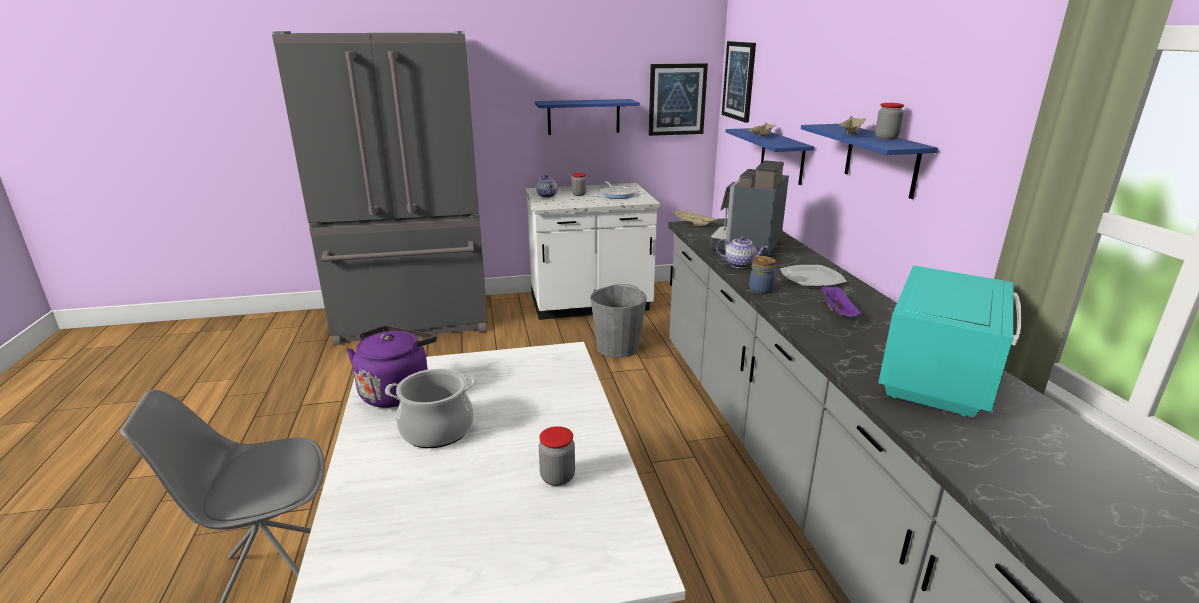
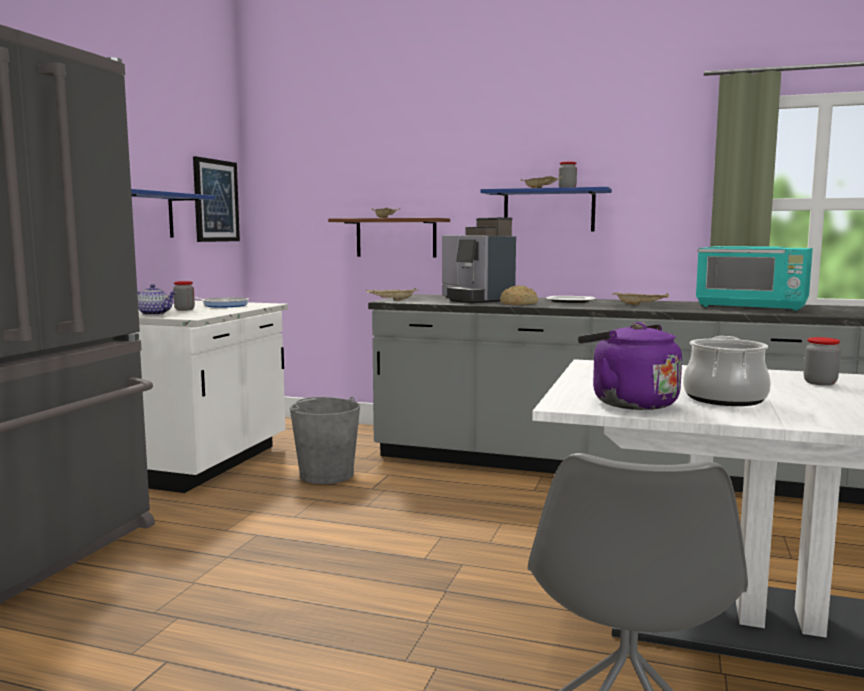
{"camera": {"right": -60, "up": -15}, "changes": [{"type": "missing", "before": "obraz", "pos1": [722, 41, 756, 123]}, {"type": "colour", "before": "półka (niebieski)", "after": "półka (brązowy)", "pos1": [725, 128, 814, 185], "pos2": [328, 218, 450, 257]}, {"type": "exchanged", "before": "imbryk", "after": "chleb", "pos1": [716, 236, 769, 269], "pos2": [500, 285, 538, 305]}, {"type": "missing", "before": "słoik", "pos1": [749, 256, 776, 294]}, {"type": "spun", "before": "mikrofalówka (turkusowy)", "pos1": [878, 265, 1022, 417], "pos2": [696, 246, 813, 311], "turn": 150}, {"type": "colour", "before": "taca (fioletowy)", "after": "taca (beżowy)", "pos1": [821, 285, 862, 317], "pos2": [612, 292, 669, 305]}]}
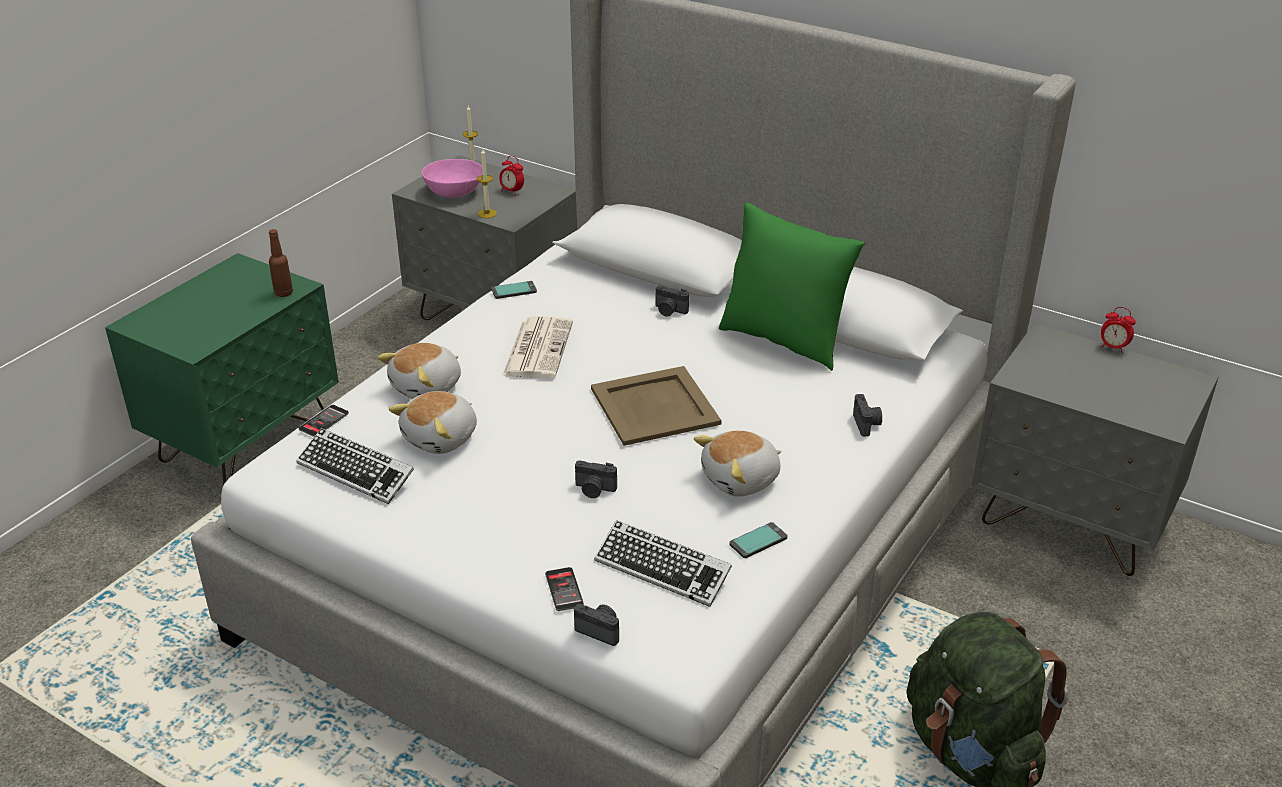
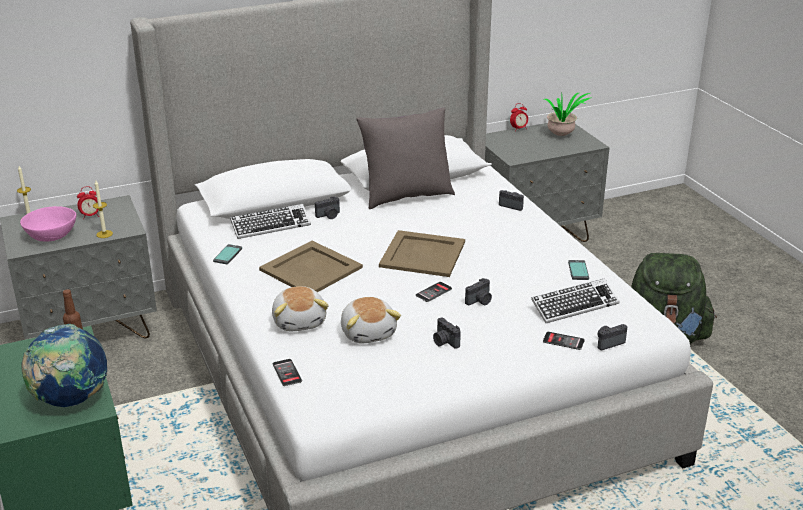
{"camera": {"right": -55, "up": -5}, "changes": [{"type": "colour", "before": "poduszka (zielony)", "after": "poduszka (szary)", "pos1": [719, 202, 865, 371], "pos2": [356, 108, 455, 209]}, {"type": "exchanged", "before": "gazeta", "after": "taca (beżowy)", "pos1": [502, 317, 573, 379], "pos2": [259, 241, 363, 292]}, {"type": "relocated", "before": "klawiatura", "pos1": [296, 428, 414, 504], "pos2": [230, 204, 311, 239]}, {"type": "missing", "before": "pluszak", "pos1": [694, 430, 782, 496]}, {"type": "appeared", "after": "roślina doniczkowa", "pos2": [544, 93, 592, 136]}, {"type": "appeared", "after": "telefon", "pos2": [416, 282, 452, 302]}, {"type": "appeared", "after": "aparat fotograficzny", "pos2": [433, 317, 461, 349]}, {"type": "appeared", "after": "globus", "pos2": [21, 324, 107, 407]}]}
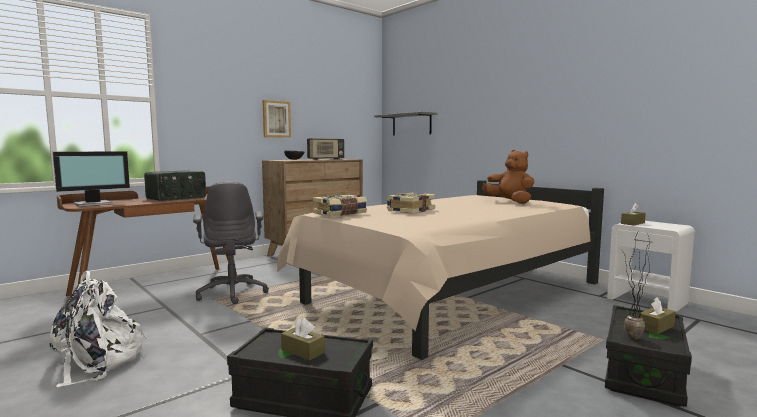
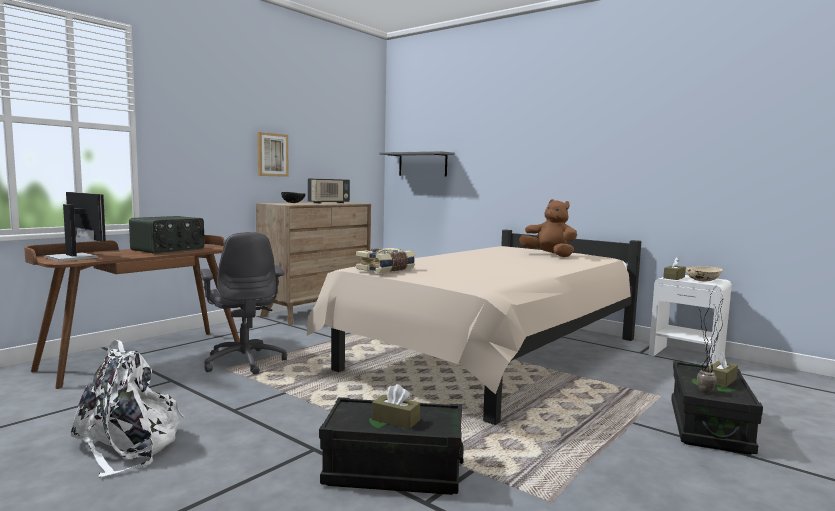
{"camera": {"right": -10, "up": 0}, "changes": [{"type": "spun", "before": "monitor", "pos1": [53, 151, 130, 207], "pos2": [44, 192, 106, 262], "turn": -90}, {"type": "missing", "before": "książka", "pos1": [387, 193, 435, 213]}, {"type": "appeared", "after": "miska (beżowy)", "pos2": [686, 266, 723, 281]}]}
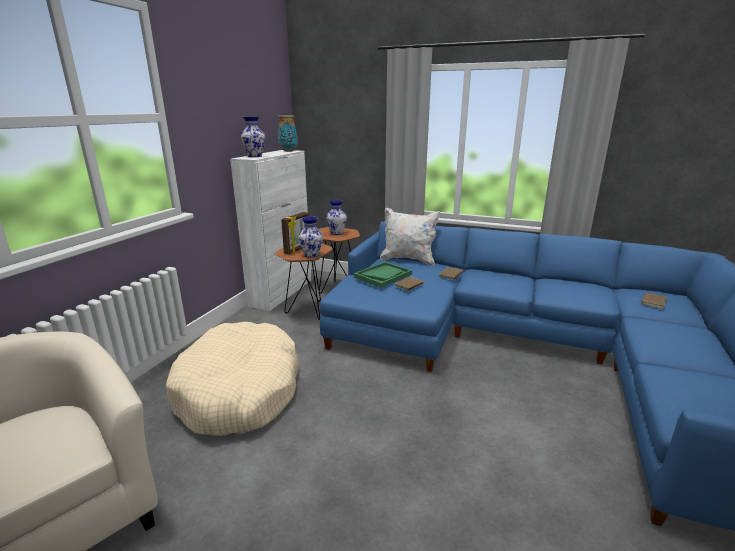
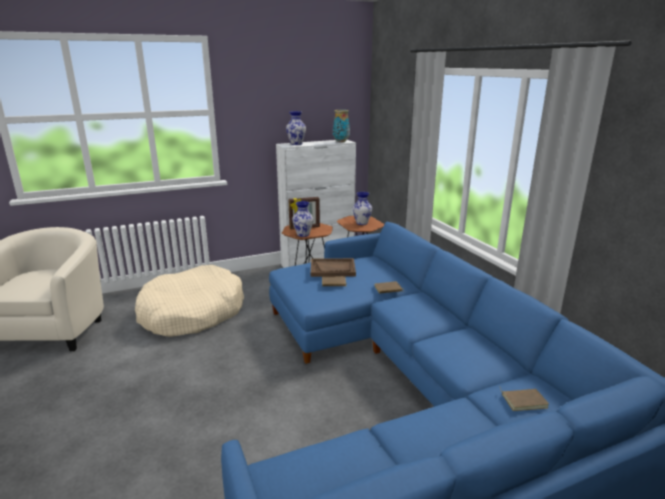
{"camera": {"right": 45, "up": 0}, "changes": [{"type": "missing", "before": "poduszka (biały)", "pos1": [380, 208, 440, 266]}, {"type": "colour", "before": "taca (zielony)", "after": "taca (brązowy)", "pos1": [354, 262, 412, 288], "pos2": [311, 258, 356, 277]}]}
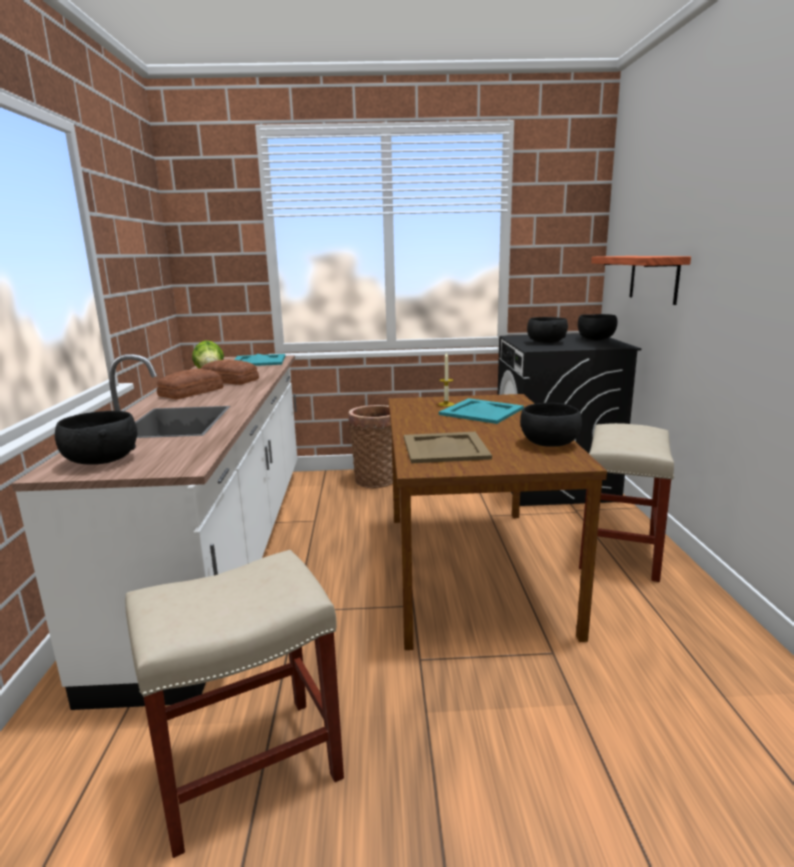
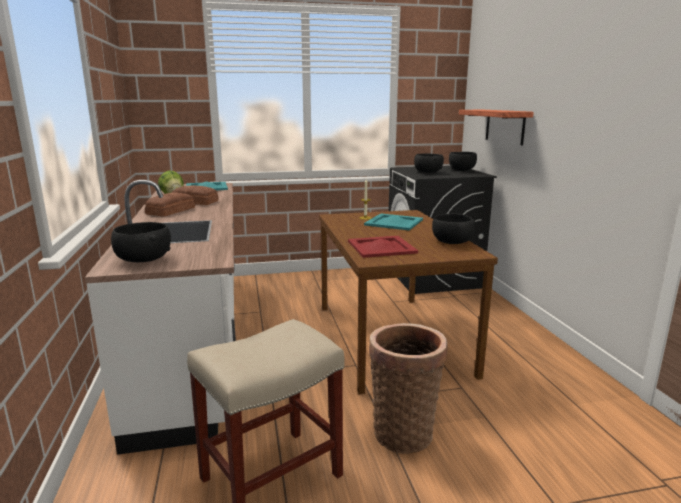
{"camera": {"right": -10, "up": 0}, "changes": [{"type": "relocated", "before": "koszyk", "pos1": [348, 405, 393, 488], "pos2": [369, 323, 448, 454]}, {"type": "missing", "before": "stołek (beżowy)", "pos1": [579, 423, 674, 582]}, {"type": "colour", "before": "taca (beżowy)", "after": "taca (czerwony)", "pos1": [404, 432, 492, 463], "pos2": [348, 236, 418, 258]}]}
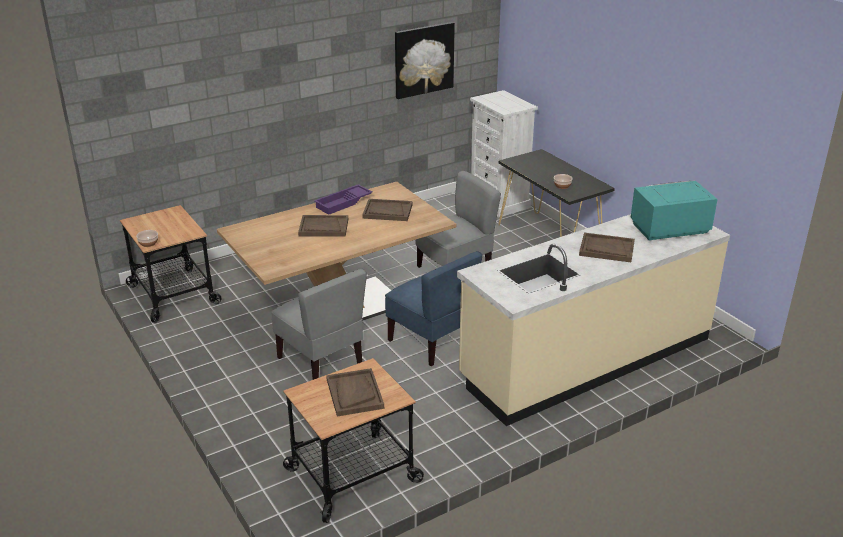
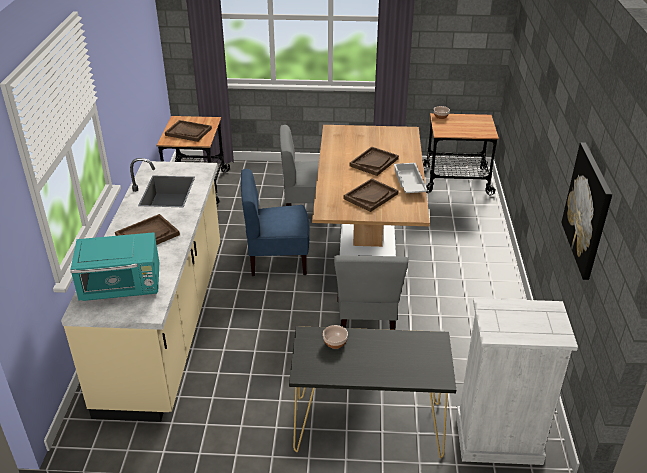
{"camera": {"right": 125, "up": 5}, "changes": [{"type": "spun", "before": "mikrofalówka (turkusowy)", "pos1": [631, 181, 718, 241], "pos2": [70, 232, 159, 301], "turn": 60}, {"type": "colour", "before": "taca (fioletowy)", "after": "taca (biały)", "pos1": [314, 184, 373, 215], "pos2": [394, 163, 428, 193]}]}
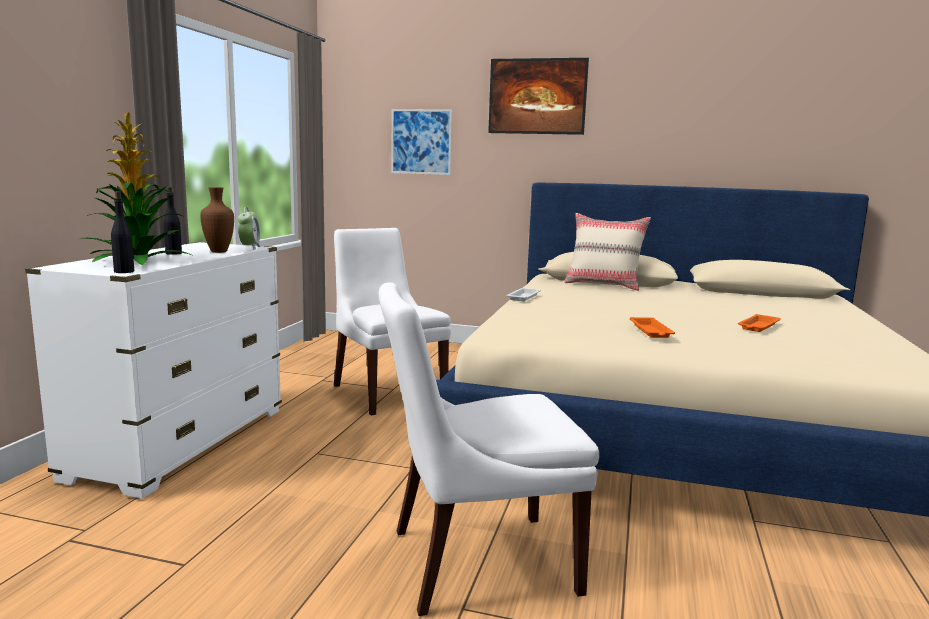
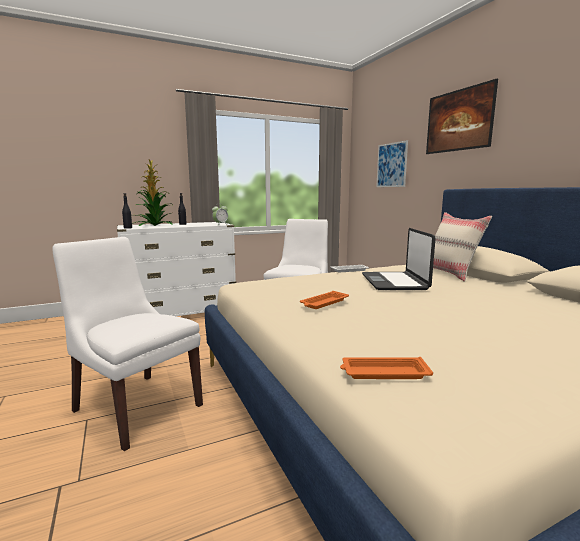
{"camera": {"right": 50, "up": 0}, "changes": [{"type": "missing", "before": "wazon (brązowy)", "pos1": [200, 187, 234, 253]}, {"type": "relocated", "before": "taca (pomarańczowy)", "pos1": [738, 314, 781, 332], "pos2": [340, 357, 433, 379]}, {"type": "appeared", "after": "laptop", "pos2": [362, 228, 436, 290]}]}
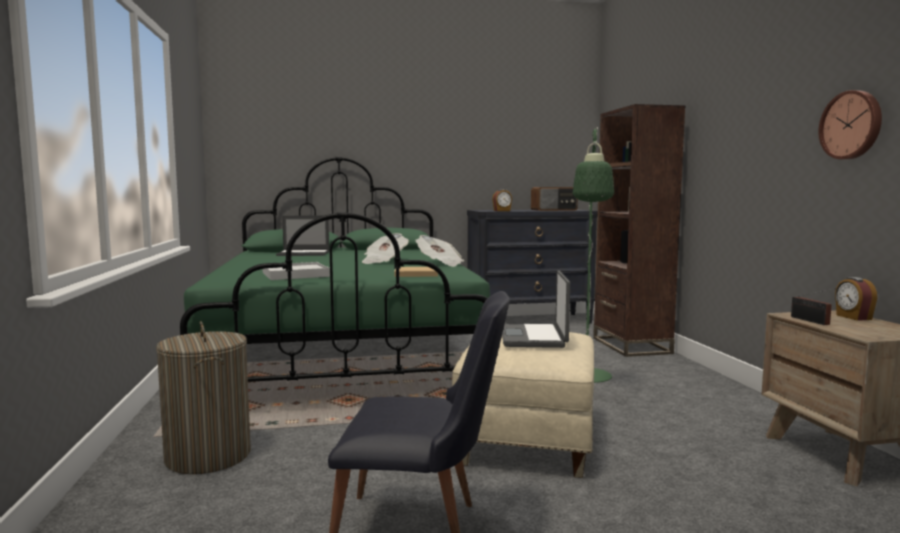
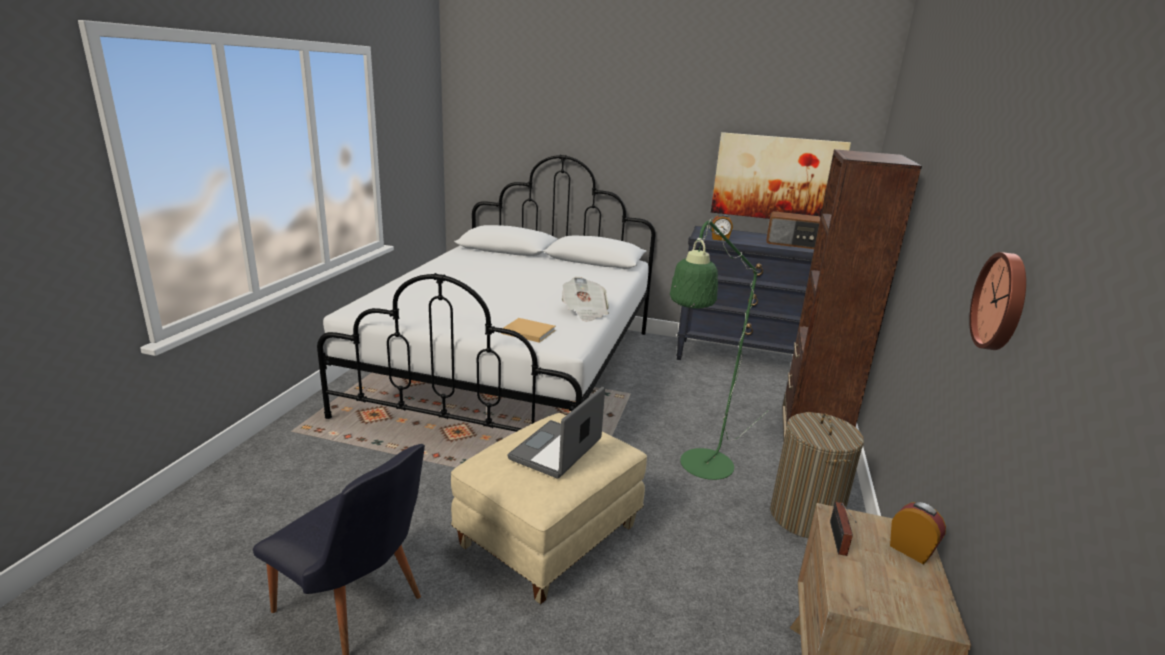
{"camera": {"right": 25, "up": 15}, "changes": [{"type": "colour", "before": "łóżko (zielony)", "after": "łóżko (biały)", "pos1": [180, 157, 490, 382], "pos2": [317, 155, 656, 432]}, {"type": "missing", "before": "laptop", "pos1": [276, 216, 329, 256]}, {"type": "missing", "before": "gazeta", "pos1": [362, 233, 409, 264]}, {"type": "missing", "before": "taca (biały)", "pos1": [263, 262, 330, 280]}, {"type": "spun", "before": "budzik", "pos1": [835, 277, 877, 321], "pos2": [890, 502, 946, 565], "turn": 120}, {"type": "relocated", "before": "kosz na pranie", "pos1": [156, 321, 251, 474], "pos2": [770, 412, 864, 538]}, {"type": "appeared", "after": "obraz", "pos2": [711, 132, 851, 219]}]}
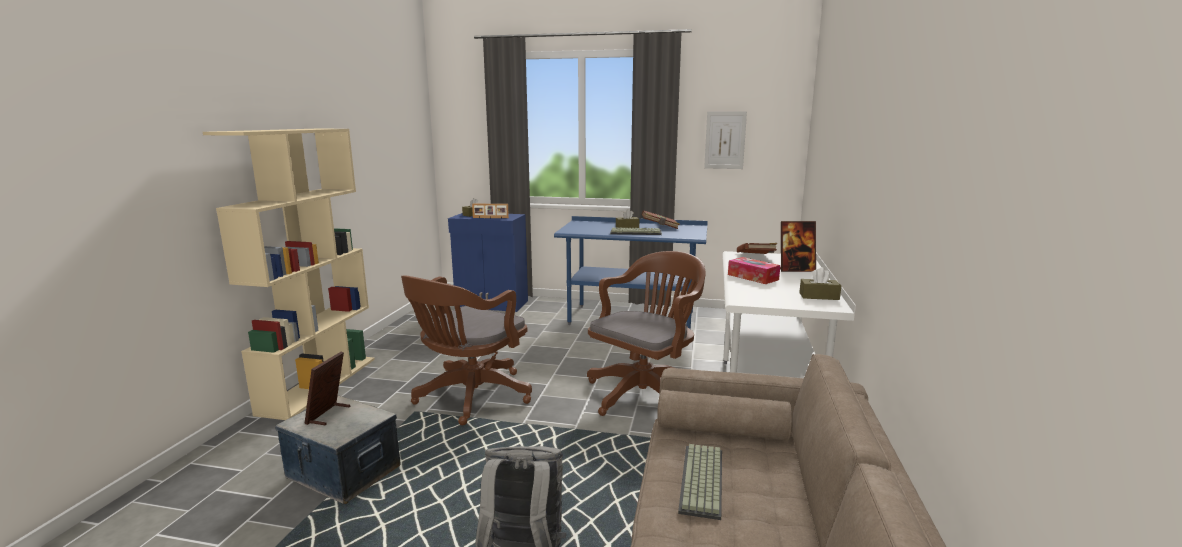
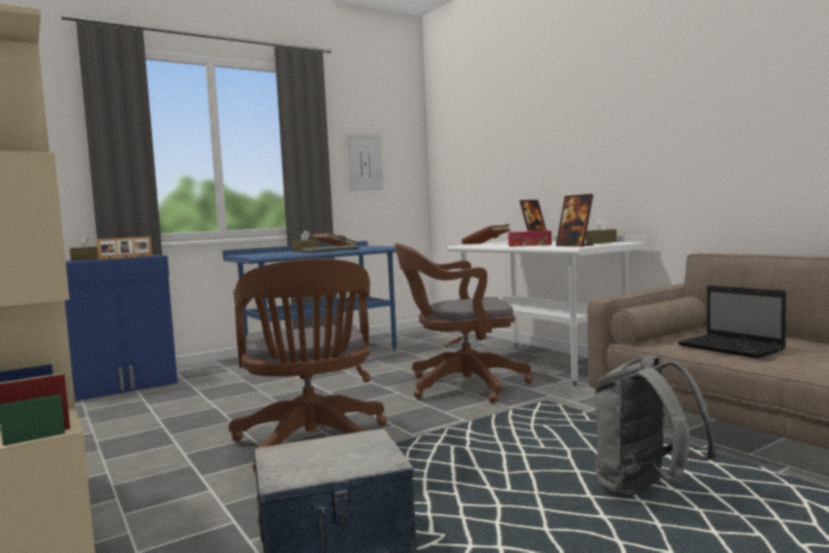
{"camera": {"right": -45, "up": -10}, "changes": [{"type": "spun", "before": "krzesło biurowe (brązowy)", "pos1": [587, 251, 706, 416], "pos2": [395, 243, 533, 403], "turn": -90}, {"type": "relocated", "before": "ramka na zdjęcie", "pos1": [304, 352, 350, 425], "pos2": [556, 194, 594, 247]}, {"type": "exchanged", "before": "klawiatura", "after": "laptop", "pos1": [678, 444, 722, 520], "pos2": [678, 285, 786, 358]}]}
